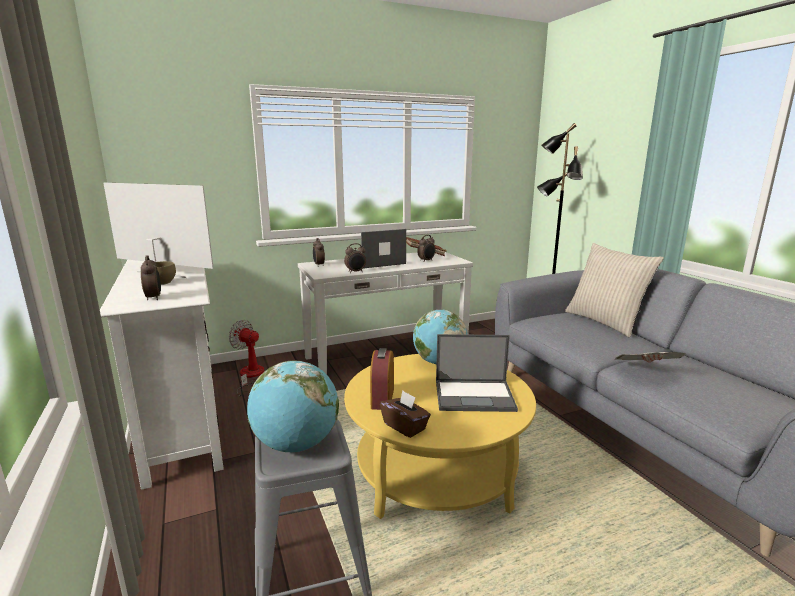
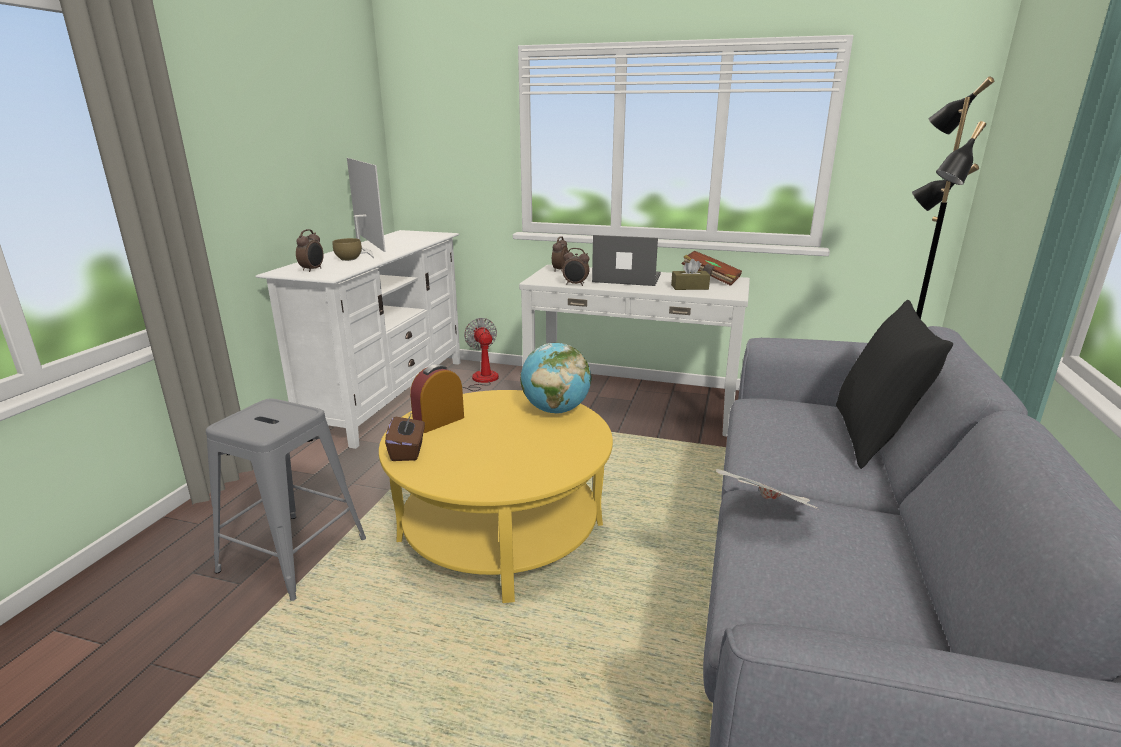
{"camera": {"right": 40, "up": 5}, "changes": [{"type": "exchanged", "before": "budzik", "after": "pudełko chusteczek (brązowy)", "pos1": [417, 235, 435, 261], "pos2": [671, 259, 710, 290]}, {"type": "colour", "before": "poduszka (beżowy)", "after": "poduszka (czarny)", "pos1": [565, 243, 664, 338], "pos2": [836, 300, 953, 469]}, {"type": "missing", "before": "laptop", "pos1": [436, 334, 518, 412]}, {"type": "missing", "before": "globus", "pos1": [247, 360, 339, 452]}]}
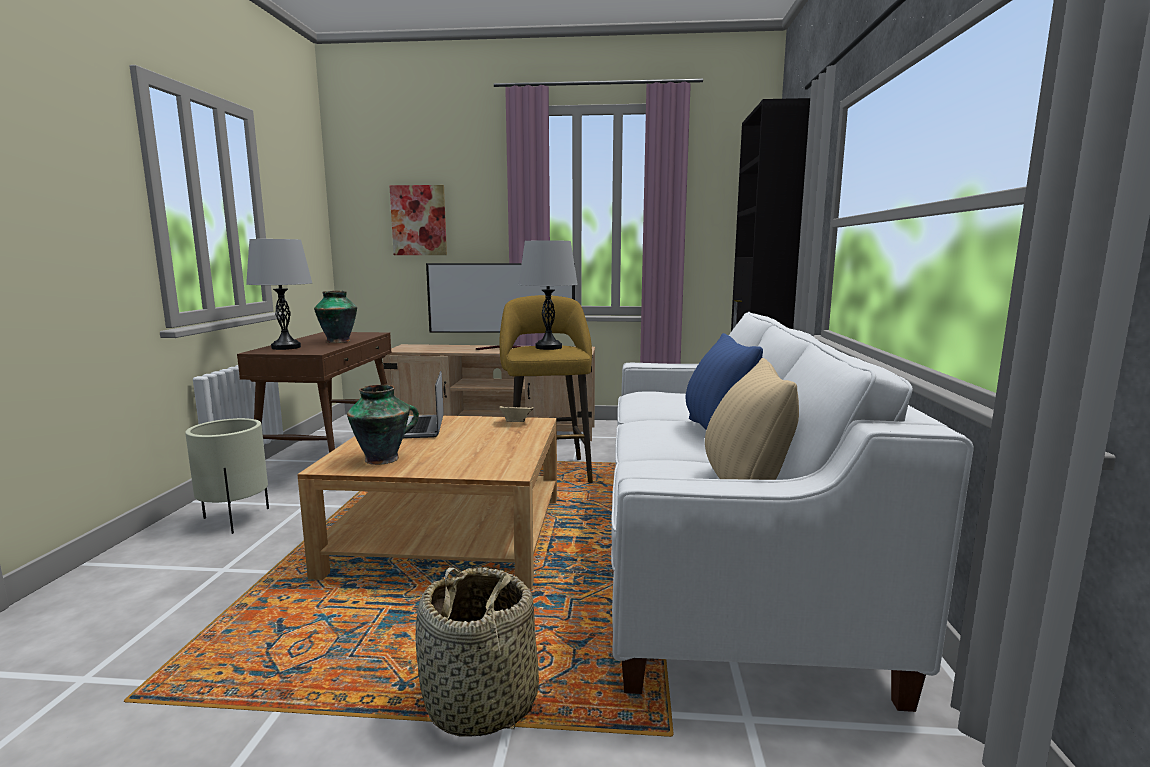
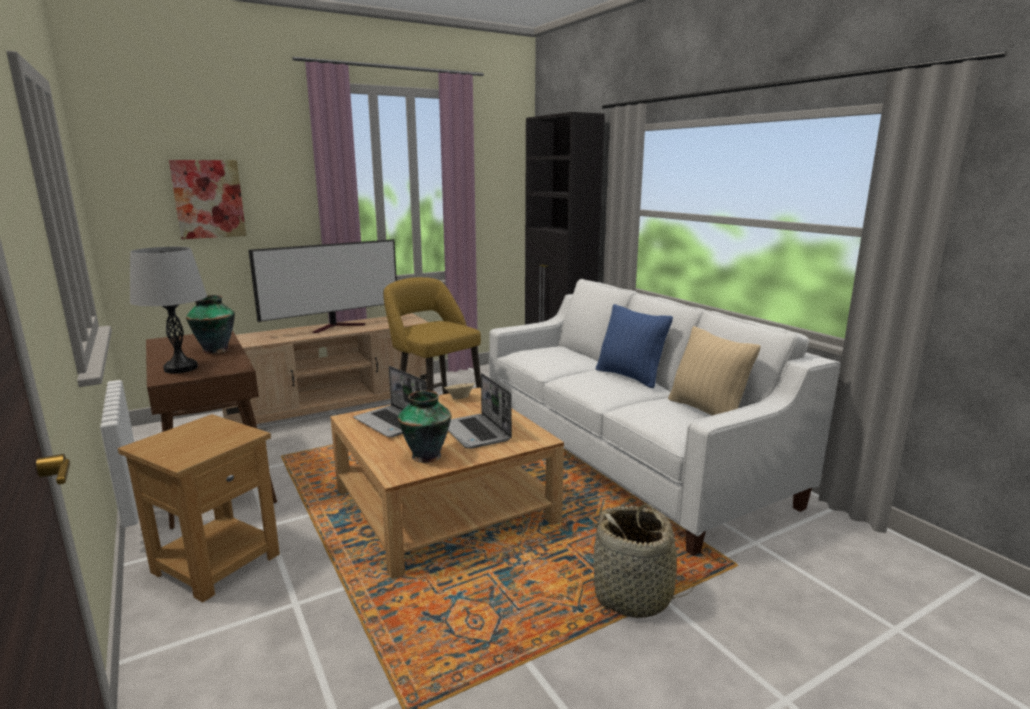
{"camera": {"right": -35, "up": 5}, "changes": [{"type": "missing", "before": "lampa stołowa (szary)", "pos1": [519, 240, 578, 350]}, {"type": "exchanged", "before": "donica (beżowy)", "after": "stolik (brązowy)", "pos1": [185, 418, 269, 534], "pos2": [118, 414, 280, 602]}, {"type": "appeared", "after": "laptop", "pos2": [448, 373, 512, 448]}]}
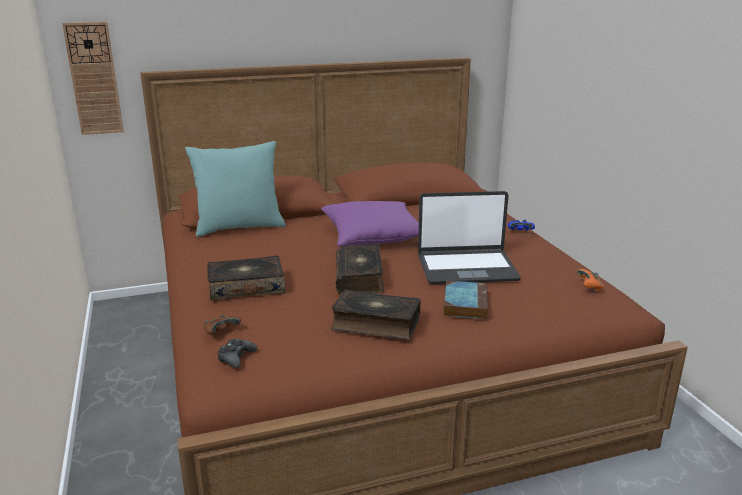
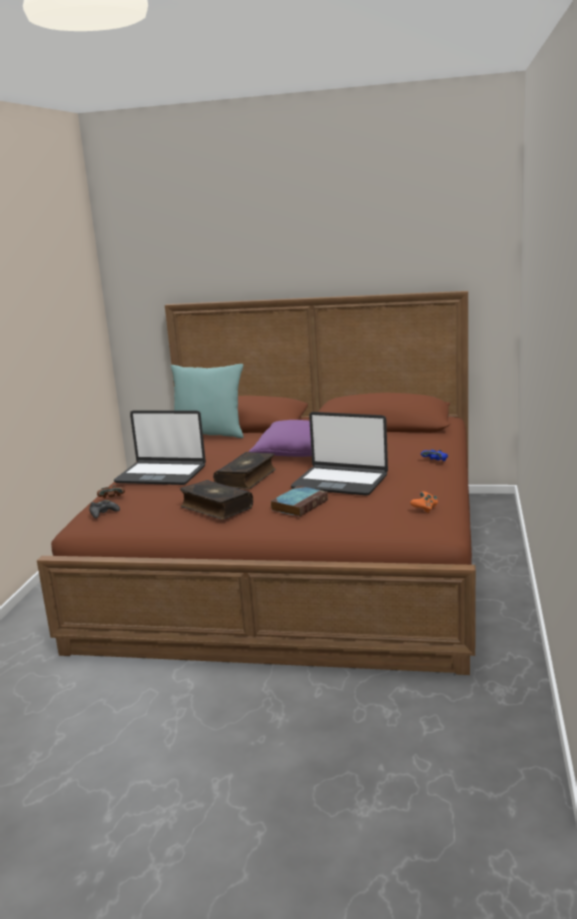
{"camera": {"right": 30, "up": -5}, "changes": [{"type": "missing", "before": "zegar ścienny", "pos1": [62, 22, 124, 135]}, {"type": "exchanged", "before": "książka", "after": "laptop", "pos1": [207, 256, 286, 300], "pos2": [114, 410, 206, 485]}]}
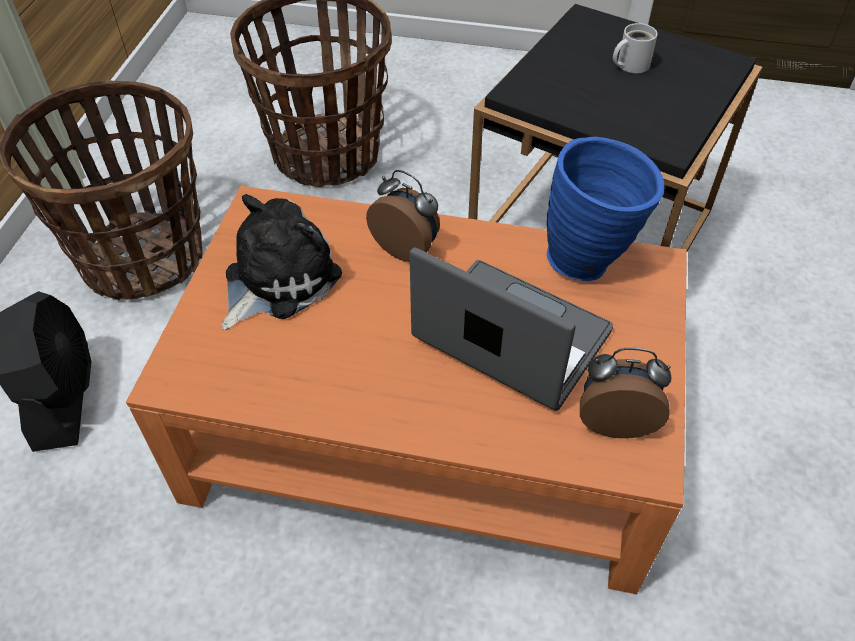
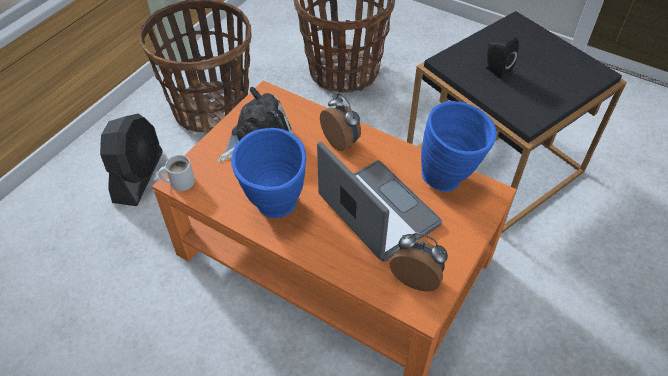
{"camera": {"right": 20, "up": 0}, "changes": [{"type": "relocated", "before": "kubek (biały)", "pos1": [613, 23, 658, 74], "pos2": [159, 155, 195, 191]}, {"type": "appeared", "after": "głośnik (czarny)", "pos2": [484, 36, 519, 78]}, {"type": "appeared", "after": "wazon (niebieski)", "pos2": [231, 128, 306, 218]}]}
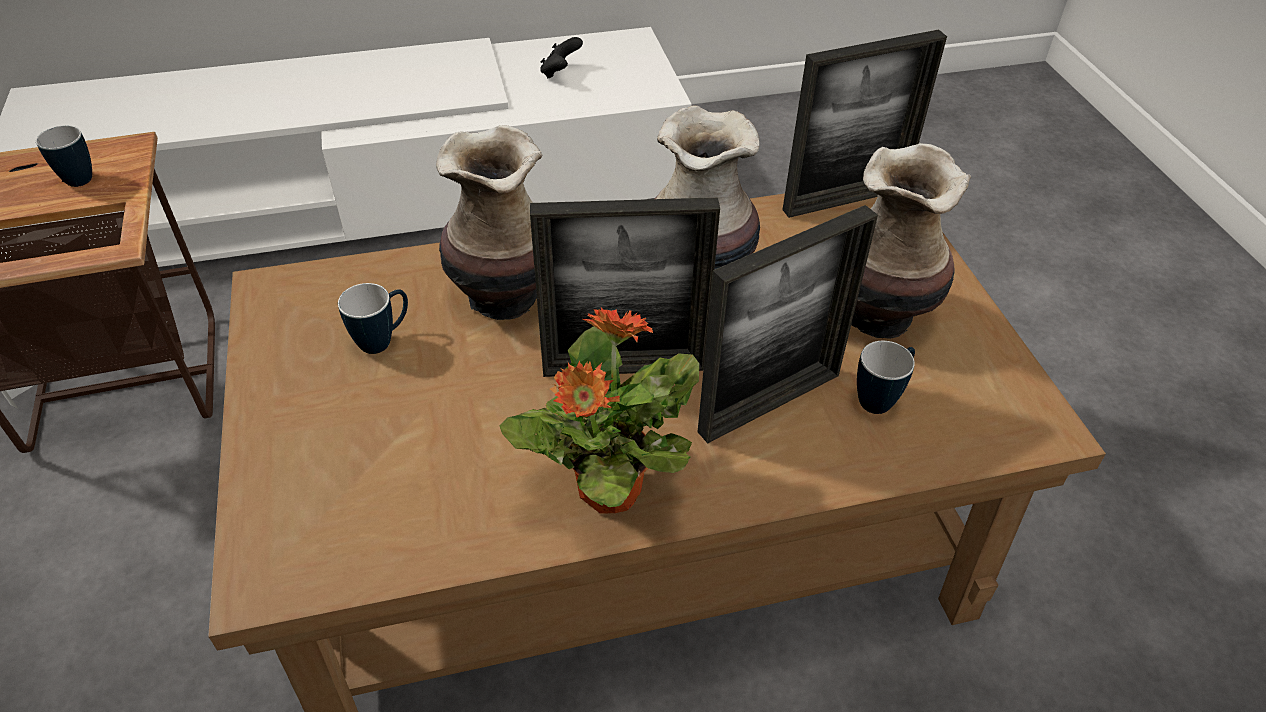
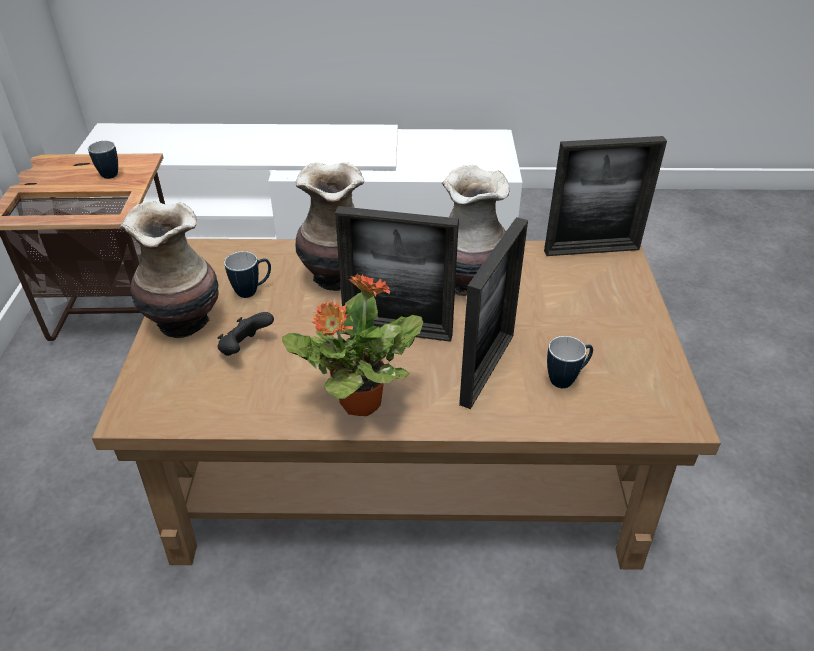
{"camera": {"right": 15, "up": -5}, "changes": [{"type": "relocated", "before": "pad do gier (czarny)", "pos1": [540, 37, 583, 79], "pos2": [218, 312, 274, 356]}, {"type": "relocated", "before": "wazon", "pos1": [851, 143, 971, 339], "pos2": [120, 201, 219, 338]}, {"type": "spun", "before": "ramka na zdjęcie", "pos1": [698, 205, 878, 443], "pos2": [459, 217, 528, 409], "turn": -45}]}
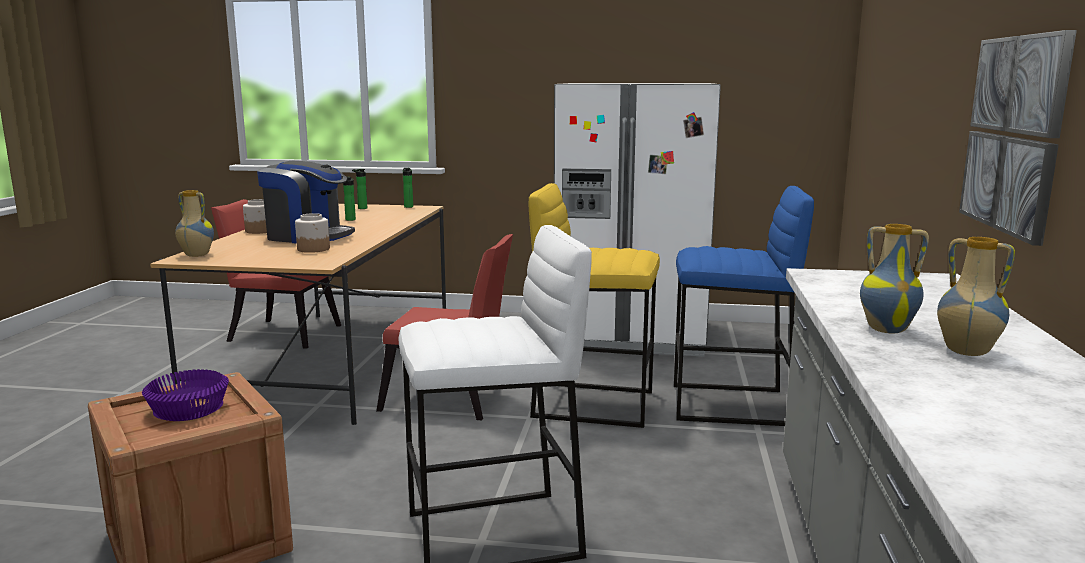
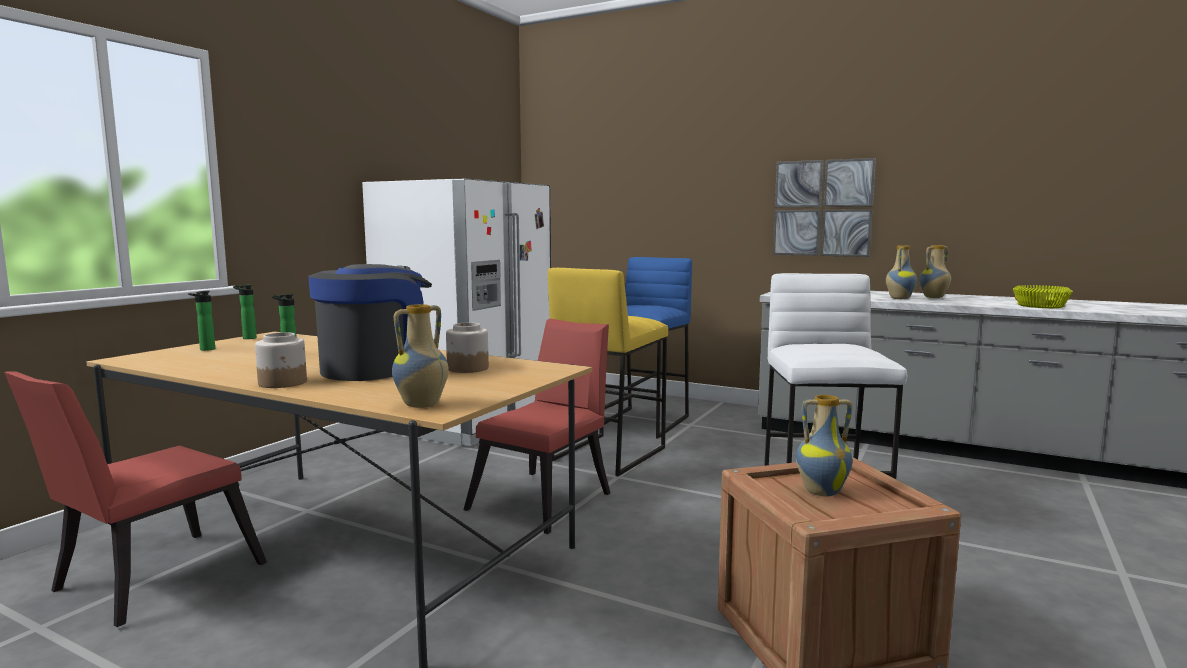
{"camera": {"right": -70, "up": -5}, "changes": [{"type": "exchanged", "before": "miska (fioletowy)", "after": "wazon", "pos1": [142, 369, 229, 421], "pos2": [796, 395, 853, 496]}, {"type": "appeared", "after": "miska (żółty)", "pos2": [1013, 285, 1073, 308]}]}
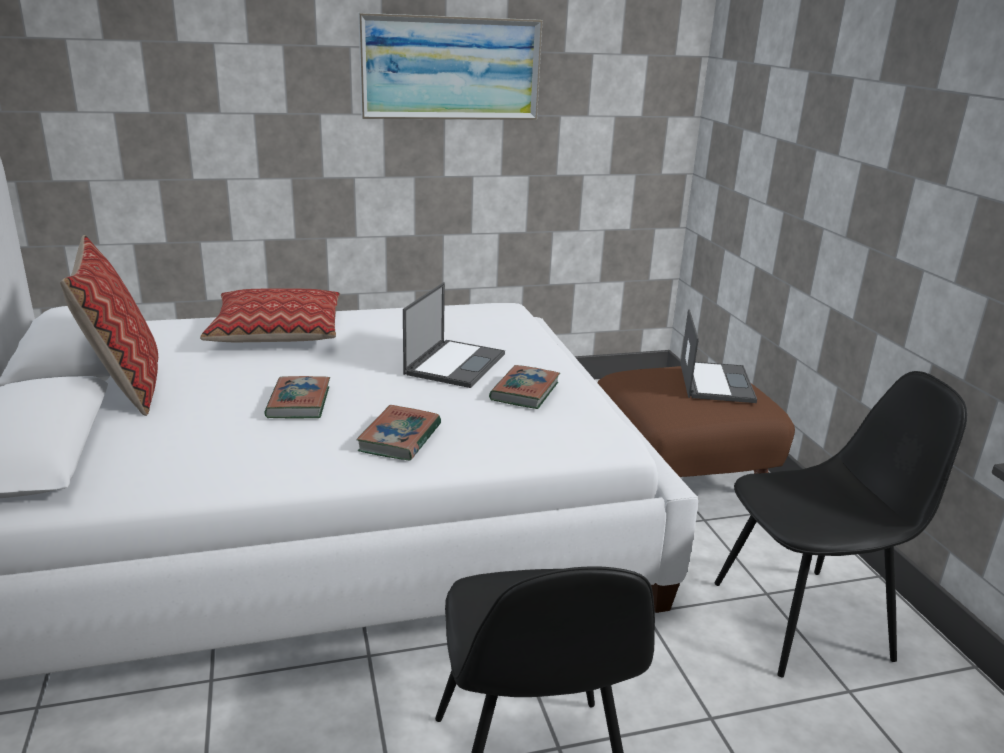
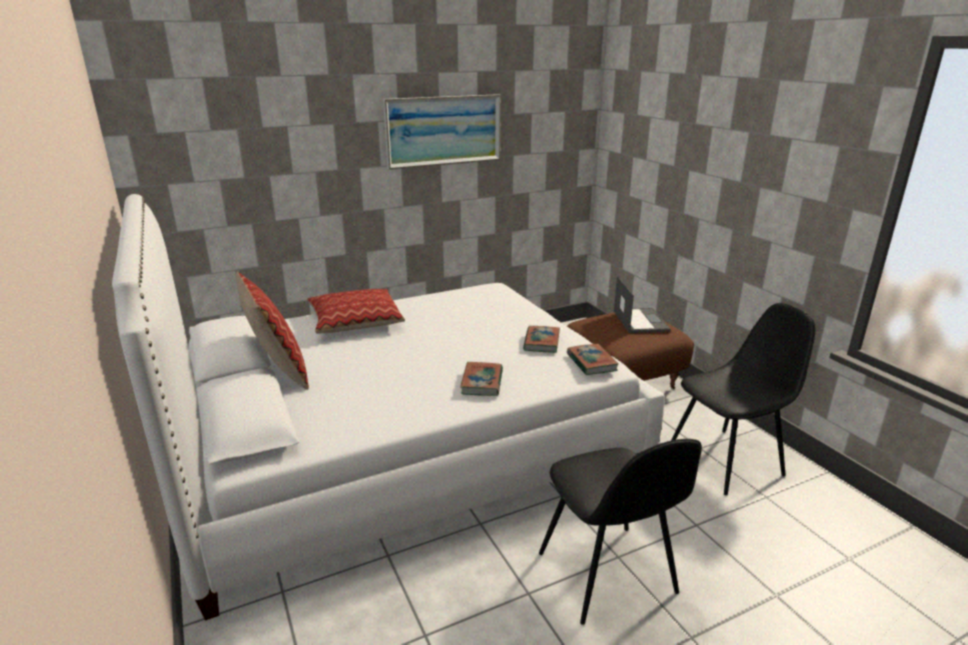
{"camera": {"right": -10, "up": 0}, "changes": [{"type": "missing", "before": "laptop", "pos1": [403, 282, 505, 388]}, {"type": "relocated", "before": "książka", "pos1": [264, 376, 330, 419], "pos2": [567, 344, 619, 375]}]}
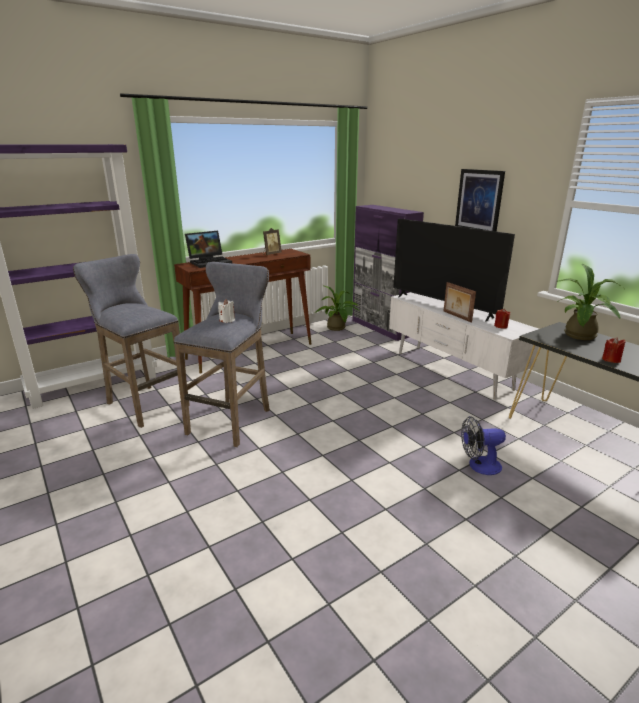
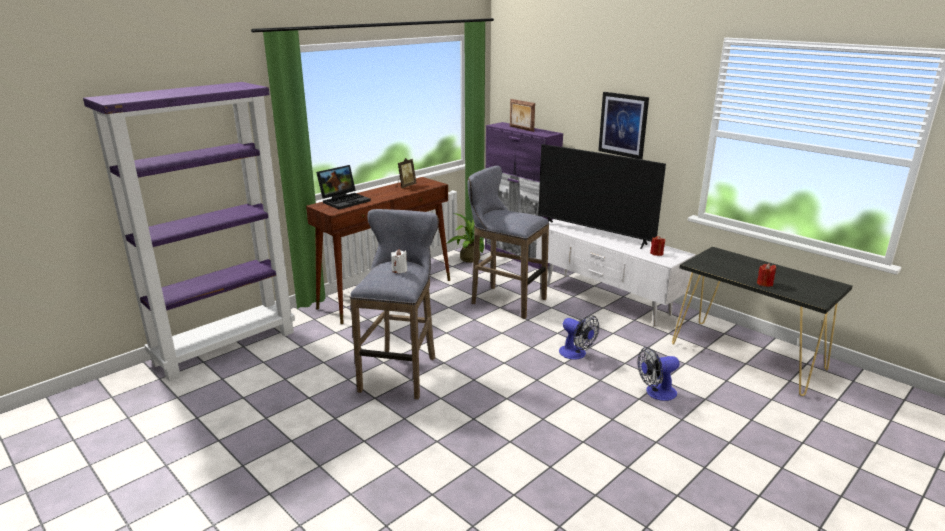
{"camera": {"right": -10, "up": 0}, "changes": [{"type": "relocated", "before": "stołek (szary)", "pos1": [73, 254, 190, 428], "pos2": [467, 166, 549, 319]}, {"type": "missing", "before": "roślina doniczkowa", "pos1": [557, 264, 622, 340]}, {"type": "relocated", "before": "ramka na zdjęcie", "pos1": [443, 282, 476, 322], "pos2": [510, 99, 535, 132]}, {"type": "appeared", "after": "wentylator", "pos2": [559, 315, 599, 360]}]}
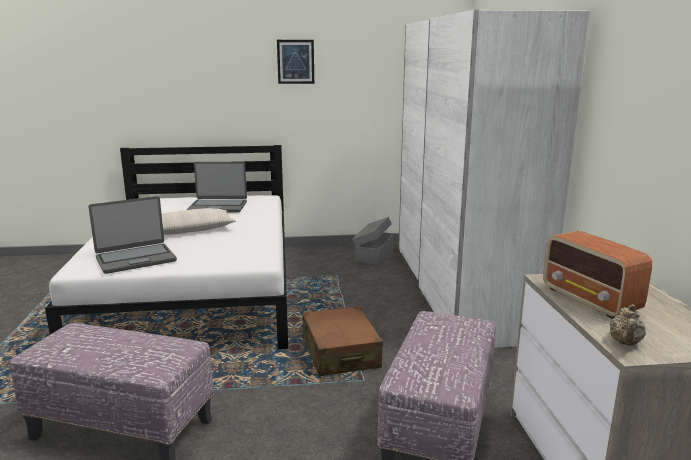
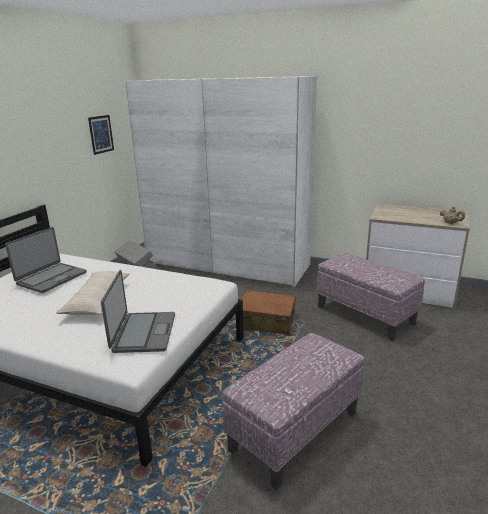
{"camera": {"right": -60, "up": 5}, "changes": [{"type": "relocated", "before": "obraz", "pos1": [277, 40, 314, 84], "pos2": [88, 115, 114, 155]}, {"type": "missing", "before": "radio", "pos1": [543, 231, 652, 319]}]}
